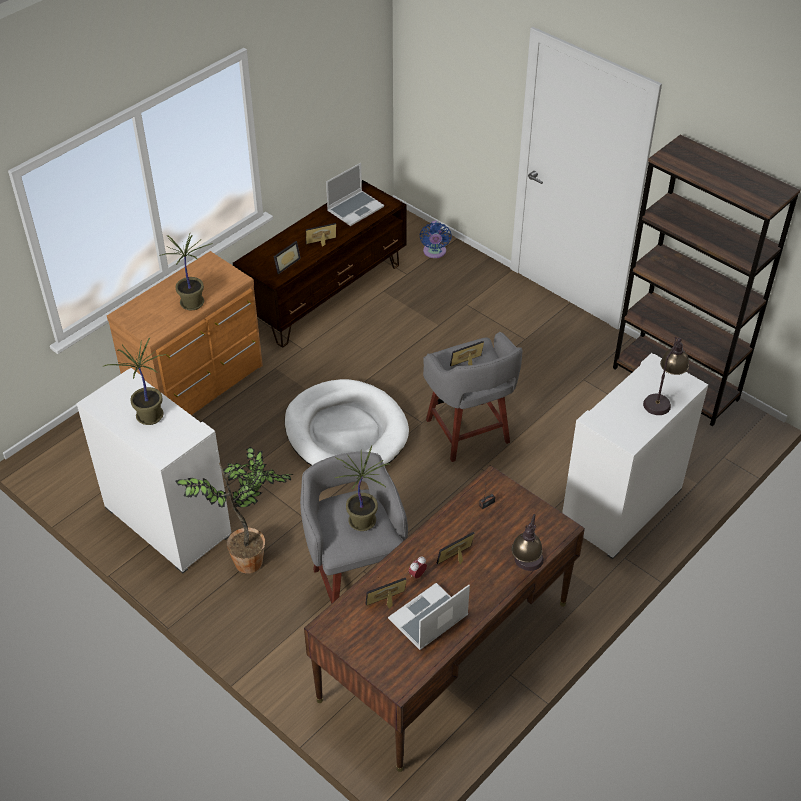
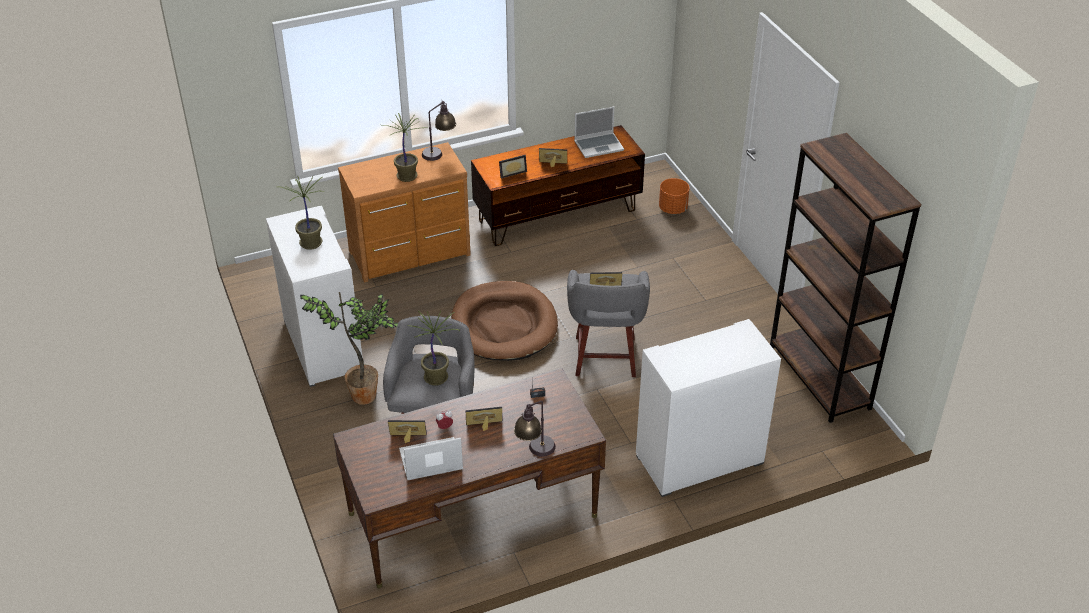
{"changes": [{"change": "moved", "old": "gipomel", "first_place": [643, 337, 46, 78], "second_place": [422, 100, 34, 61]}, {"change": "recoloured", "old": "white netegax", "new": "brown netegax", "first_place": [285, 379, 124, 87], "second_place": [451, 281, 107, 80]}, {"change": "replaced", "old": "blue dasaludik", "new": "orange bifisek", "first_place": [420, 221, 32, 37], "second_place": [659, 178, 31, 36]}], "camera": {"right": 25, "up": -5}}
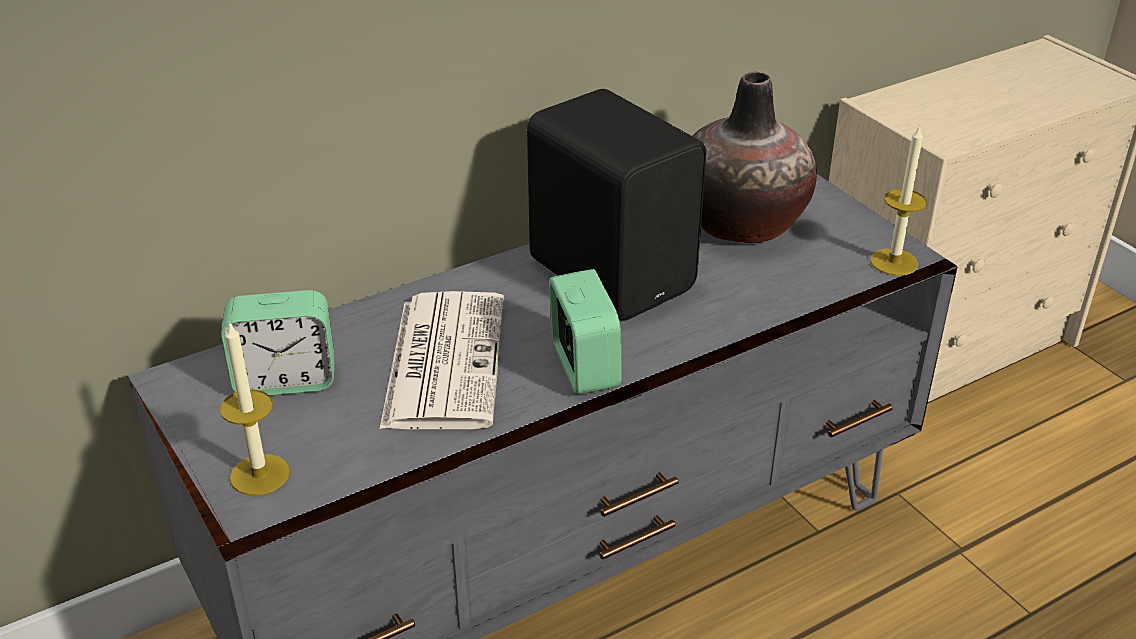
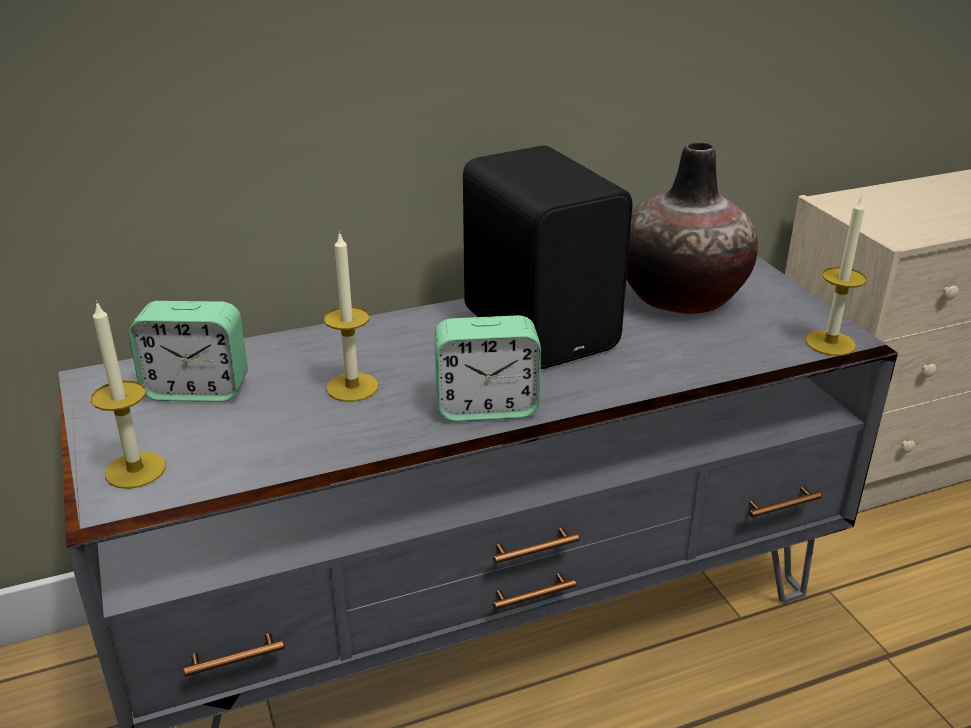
{"changes": [{"change": "replaced", "old": "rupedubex", "new": "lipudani", "first_place": [380, 291, 124, 138], "second_place": [323, 231, 56, 171]}, {"change": "turned", "old": "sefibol", "first_place": [549, 269, 73, 125], "second_place": [434, 315, 107, 106], "degrees": 90}], "camera": {"right": 10, "up": -5}}
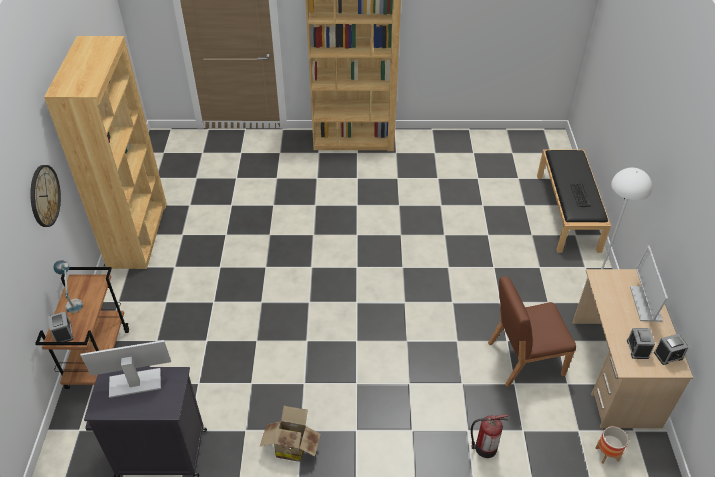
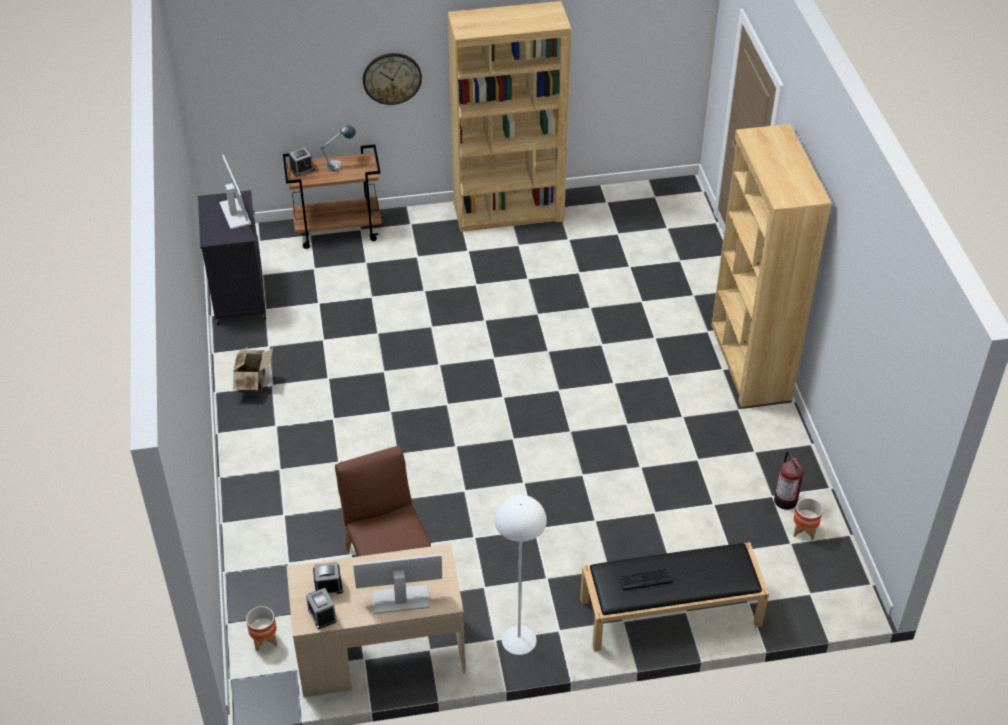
{"changes": [{"change": "moved", "old": "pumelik", "first_place": [471, 415, 38, 43], "second_place": [774, 451, 30, 59]}, {"change": "added", "new": "bifisek", "second_place": [793, 498, 30, 42]}], "camera": {"right": 80, "up": 0}}
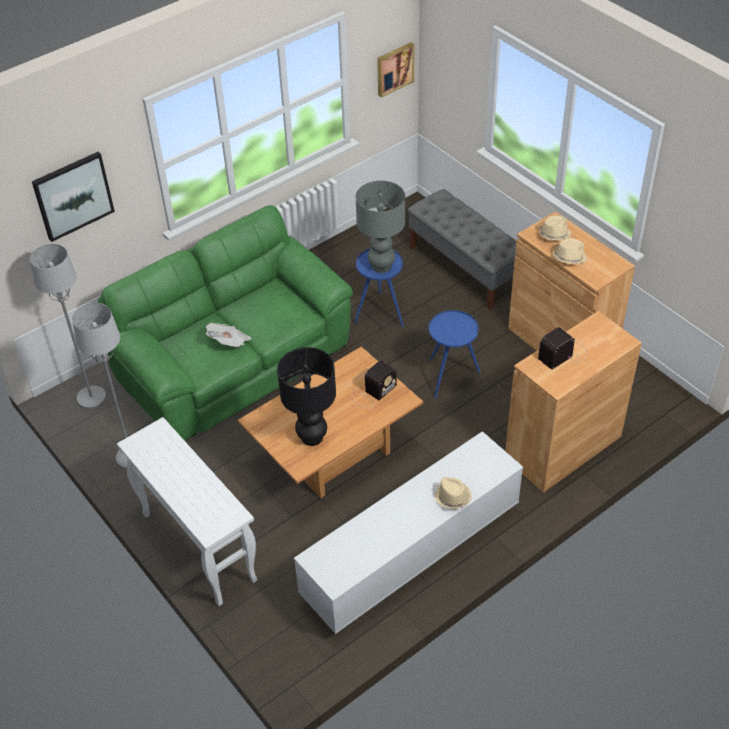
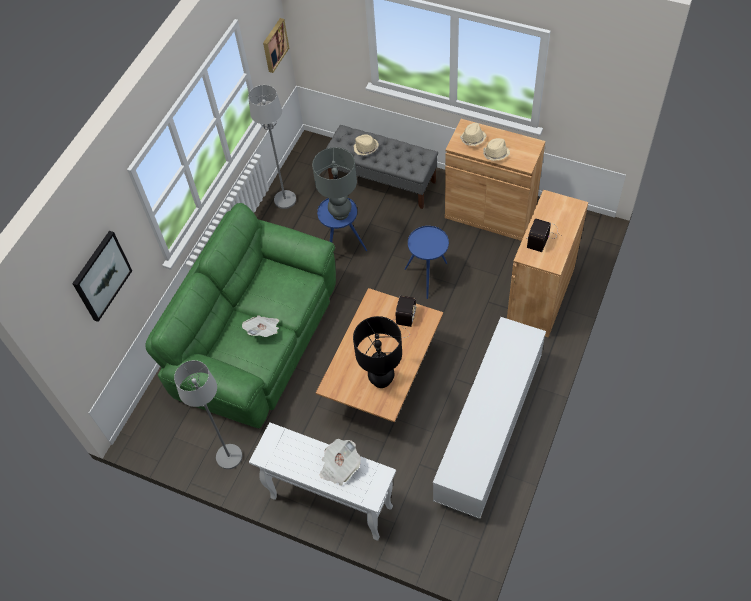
{"changes": [{"change": "moved", "old": "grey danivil", "first_place": [30, 244, 76, 165], "second_place": [248, 85, 48, 124]}, {"change": "added", "new": "rupedubex", "second_place": [320, 439, 41, 47]}, {"change": "moved", "old": "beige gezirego", "first_place": [435, 477, 36, 32], "second_place": [353, 134, 26, 22]}], "camera": {"right": -25, "up": 10}}
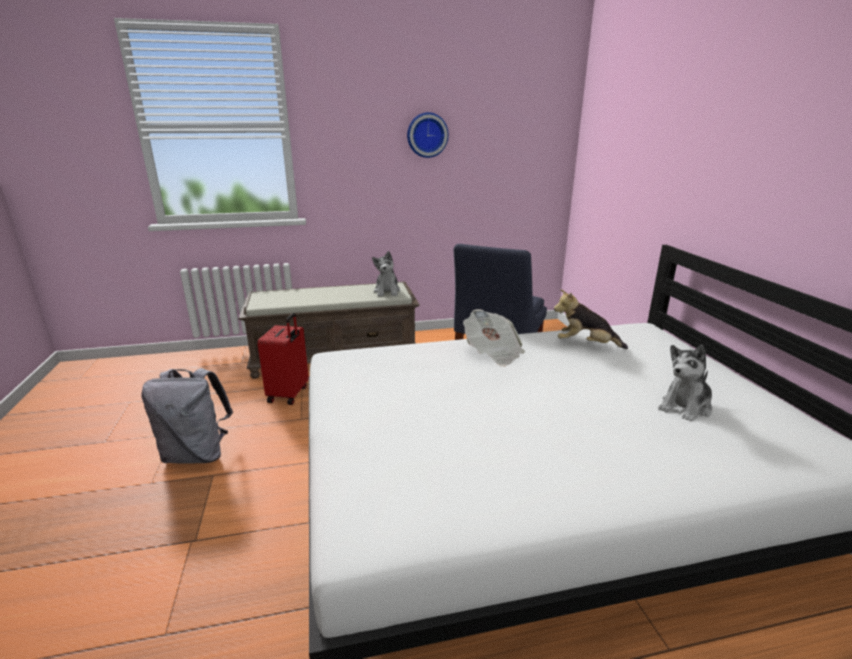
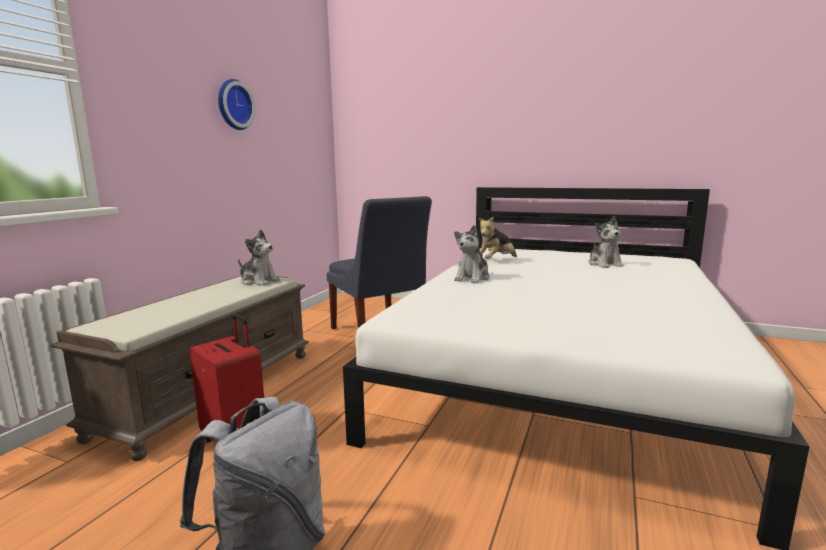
{"changes": [{"change": "replaced", "old": "rupedubex", "new": "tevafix", "first_place": [463, 309, 62, 58], "second_place": [454, 225, 36, 59]}], "camera": {"right": -55, "up": -10}}
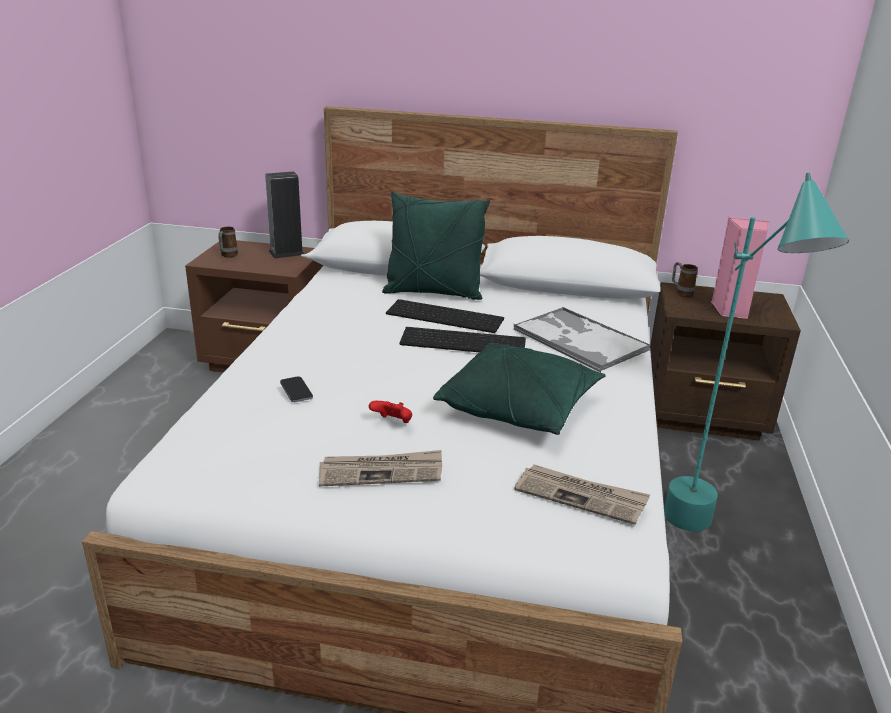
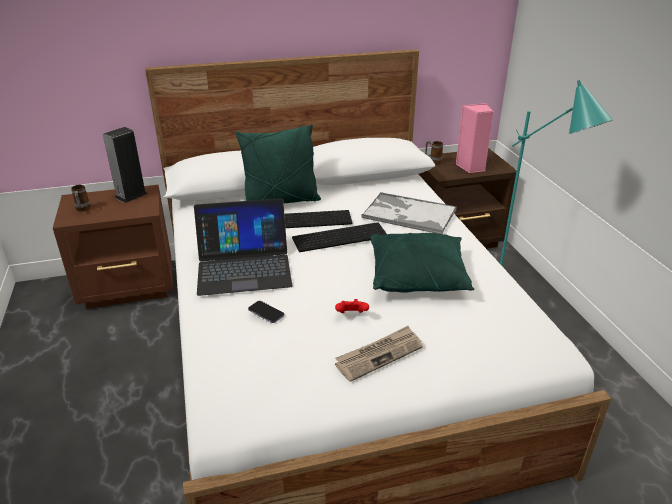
{"changes": [{"change": "added", "new": "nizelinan", "second_place": [194, 198, 98, 98]}, {"change": "removed", "old": "rupedubex", "first_place": [515, 465, 135, 60]}], "camera": {"right": -25, "up": 5}}
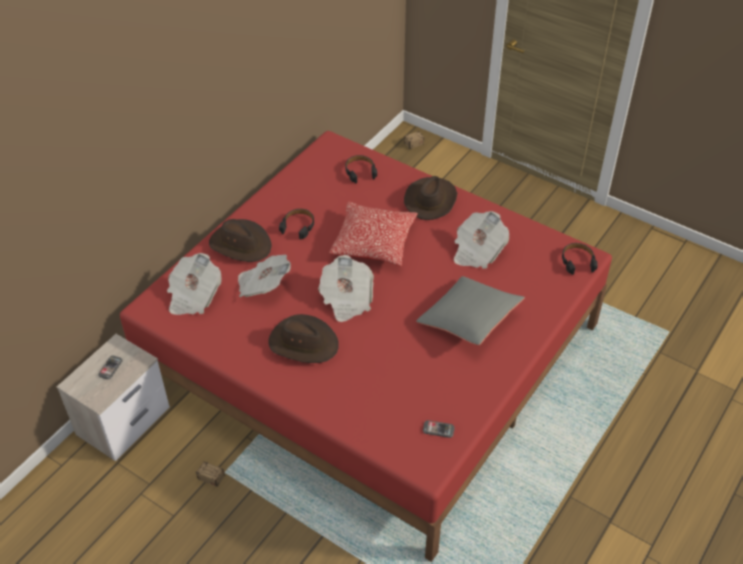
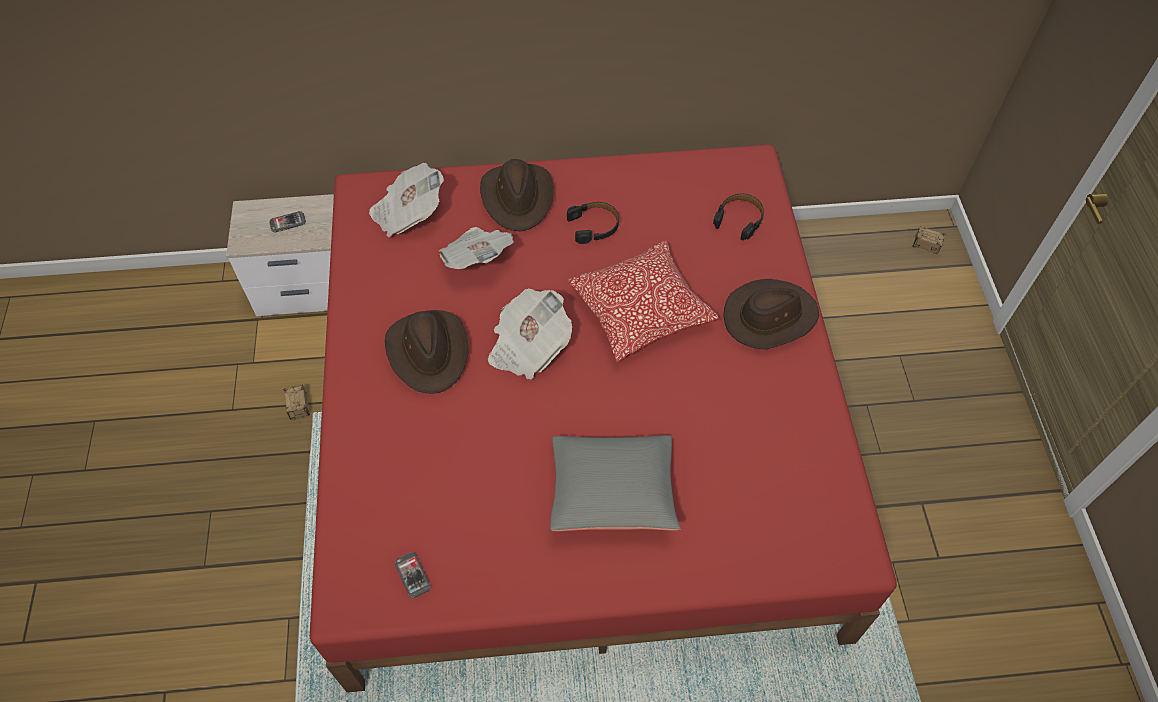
{"changes": [{"change": "removed", "old": "rupedubex", "first_place": [454, 211, 55, 58]}, {"change": "removed", "old": "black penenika", "first_place": [562, 243, 36, 32]}], "camera": {"right": 50, "up": 10}}
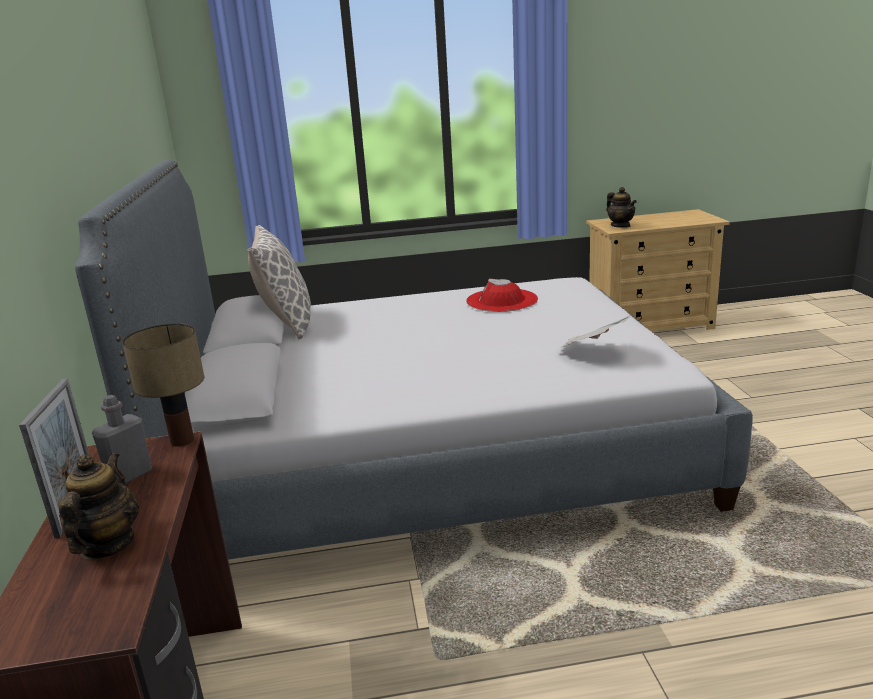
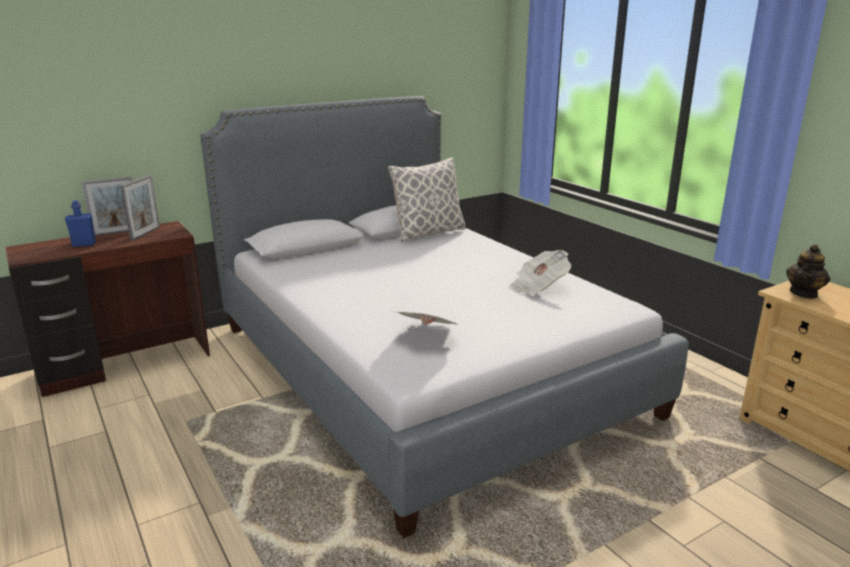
{"changes": [{"change": "replaced", "old": "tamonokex", "new": "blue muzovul", "first_place": [59, 453, 80, 107], "second_place": [65, 200, 31, 47]}, {"change": "replaced", "old": "grey muzovul", "new": "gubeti", "first_place": [92, 395, 60, 89], "second_place": [121, 175, 39, 66]}, {"change": "replaced", "old": "red gezirego", "new": "rupedubex", "first_place": [466, 279, 72, 33], "second_place": [509, 250, 62, 45]}, {"change": "removed", "old": "gipomel", "first_place": [122, 323, 82, 124]}], "camera": {"right": 65, "up": 0}}
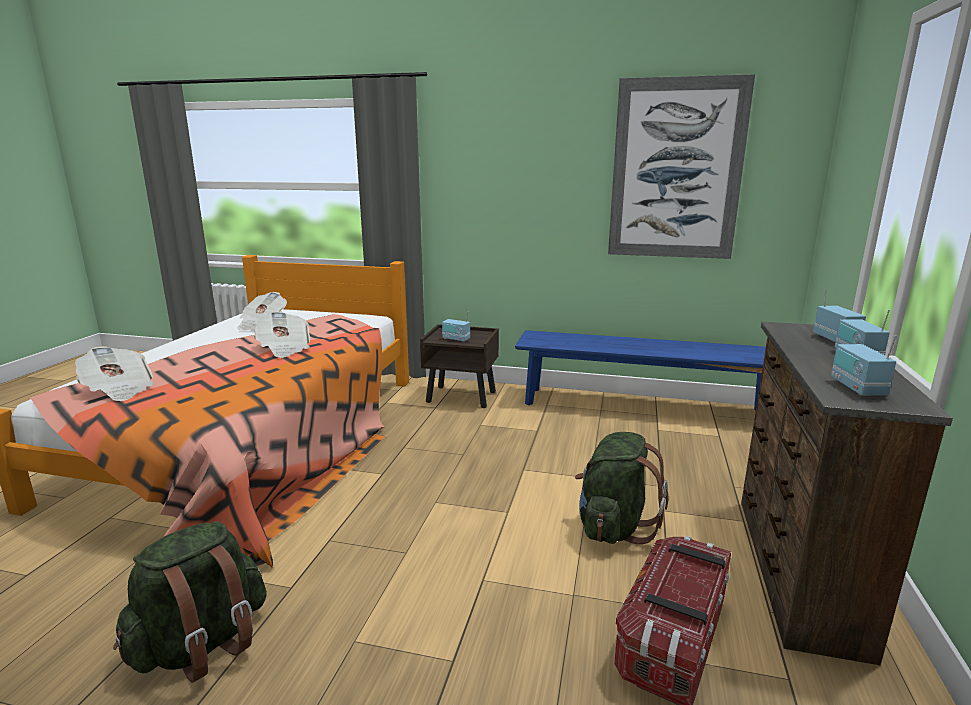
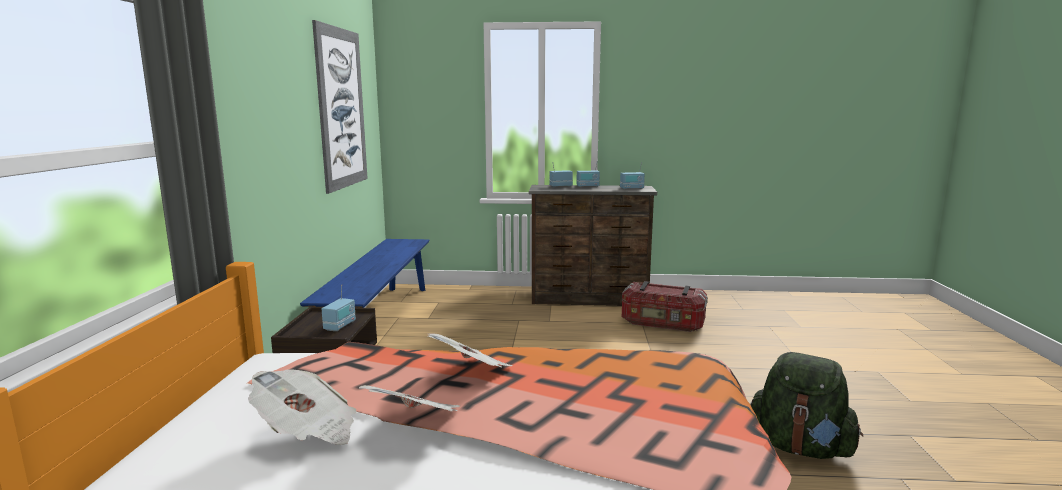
{"changes": [{"change": "moved", "old": "rupedubex", "first_place": [75, 346, 80, 55], "second_place": [359, 385, 101, 27]}, {"change": "removed", "old": "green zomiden", "first_place": [575, 432, 94, 112]}], "camera": {"right": -100, "up": -5}}
